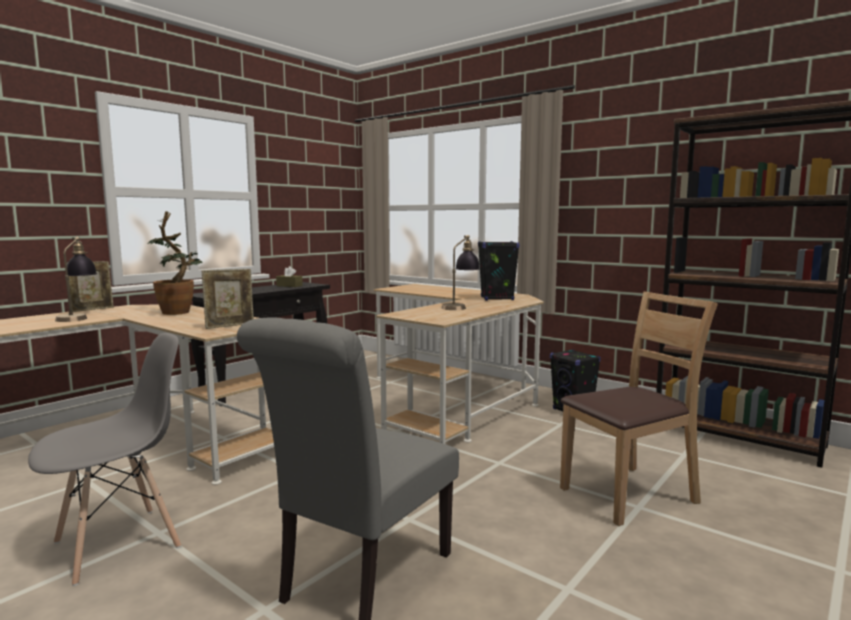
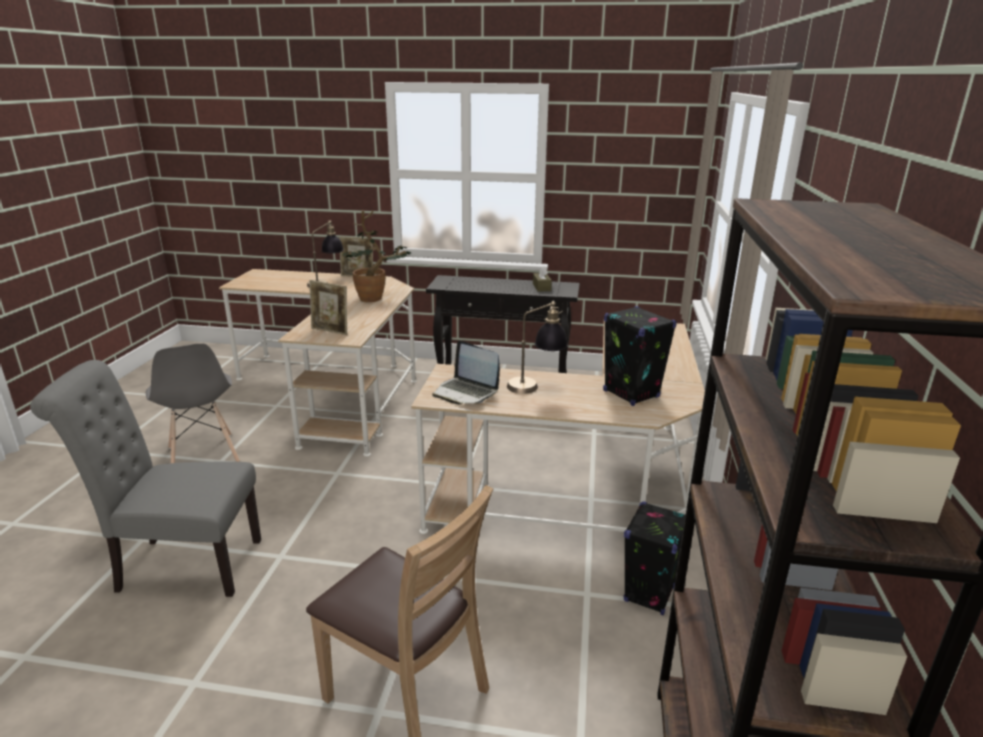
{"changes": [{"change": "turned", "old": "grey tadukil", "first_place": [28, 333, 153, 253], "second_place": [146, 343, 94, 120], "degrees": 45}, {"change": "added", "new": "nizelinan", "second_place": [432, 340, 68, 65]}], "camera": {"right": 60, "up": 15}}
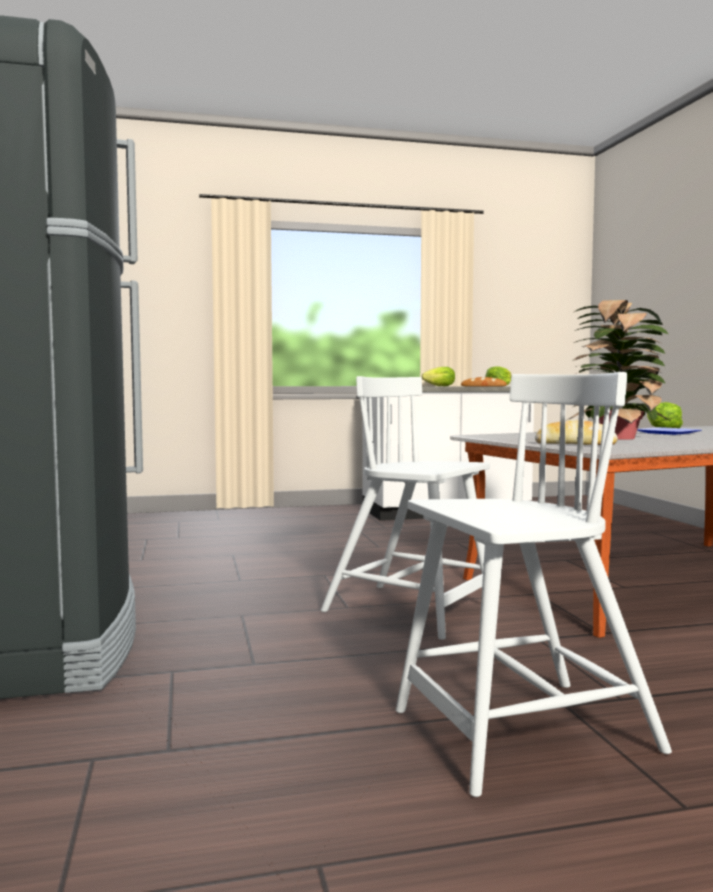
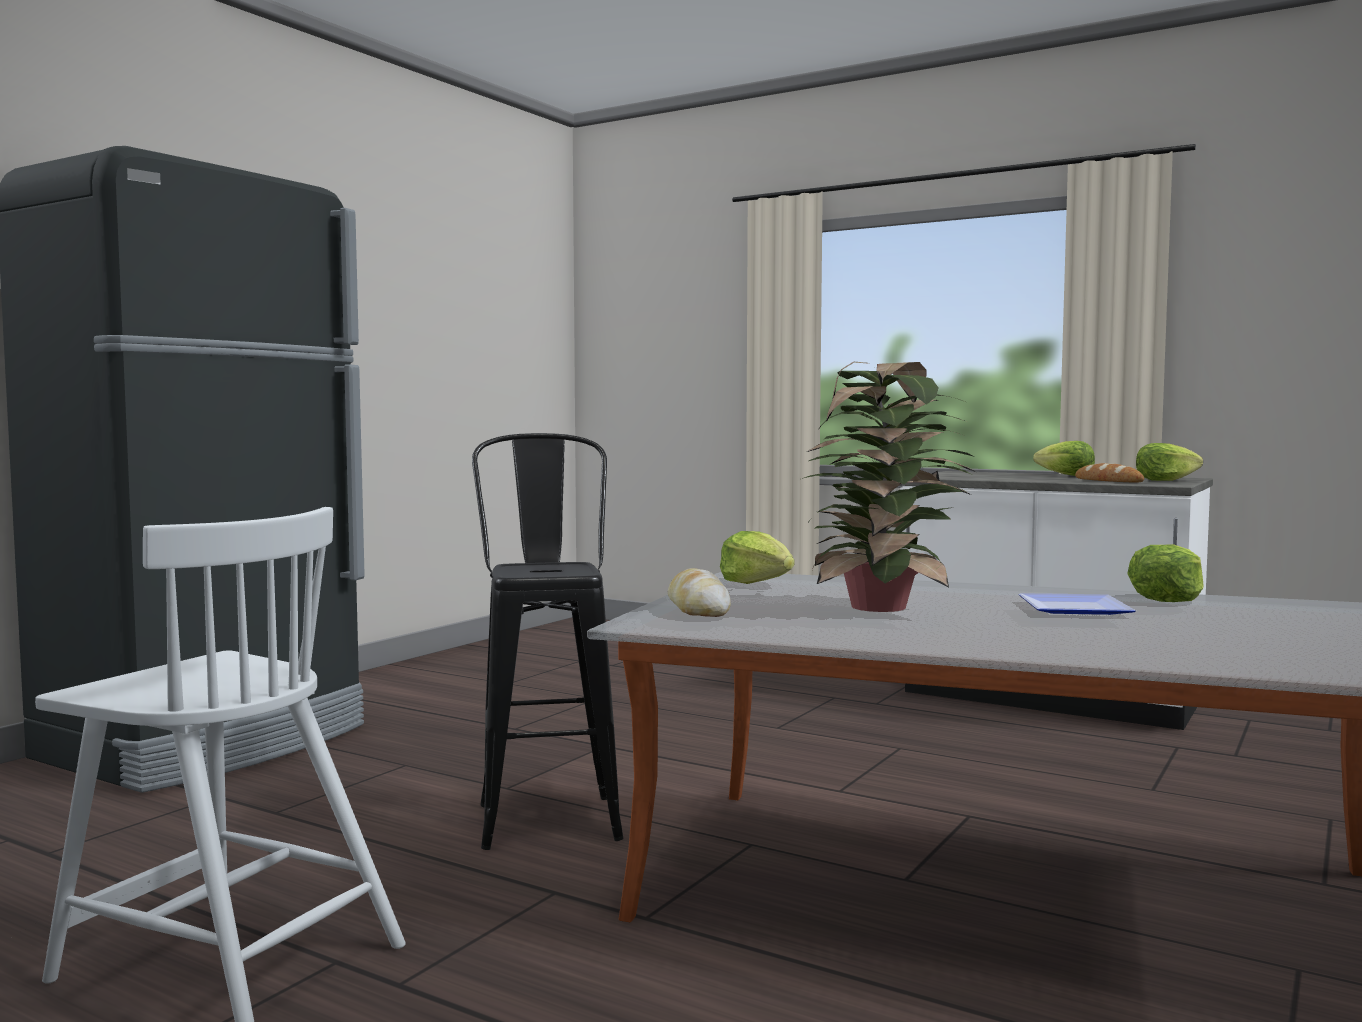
{"changes": [{"change": "replaced", "old": "white tadukil", "new": "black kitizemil", "first_place": [321, 376, 169, 264], "second_place": [472, 433, 151, 417]}, {"change": "added", "new": "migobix", "second_place": [720, 531, 74, 53]}], "camera": {"right": 45, "up": 0}}
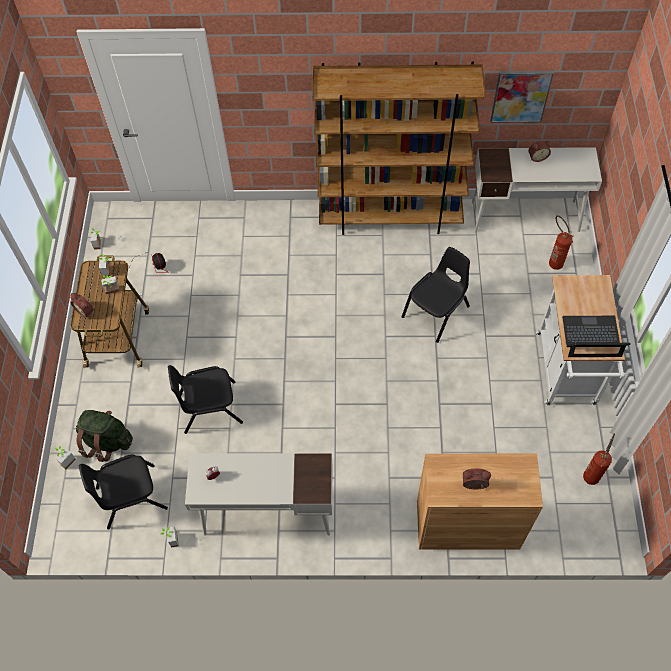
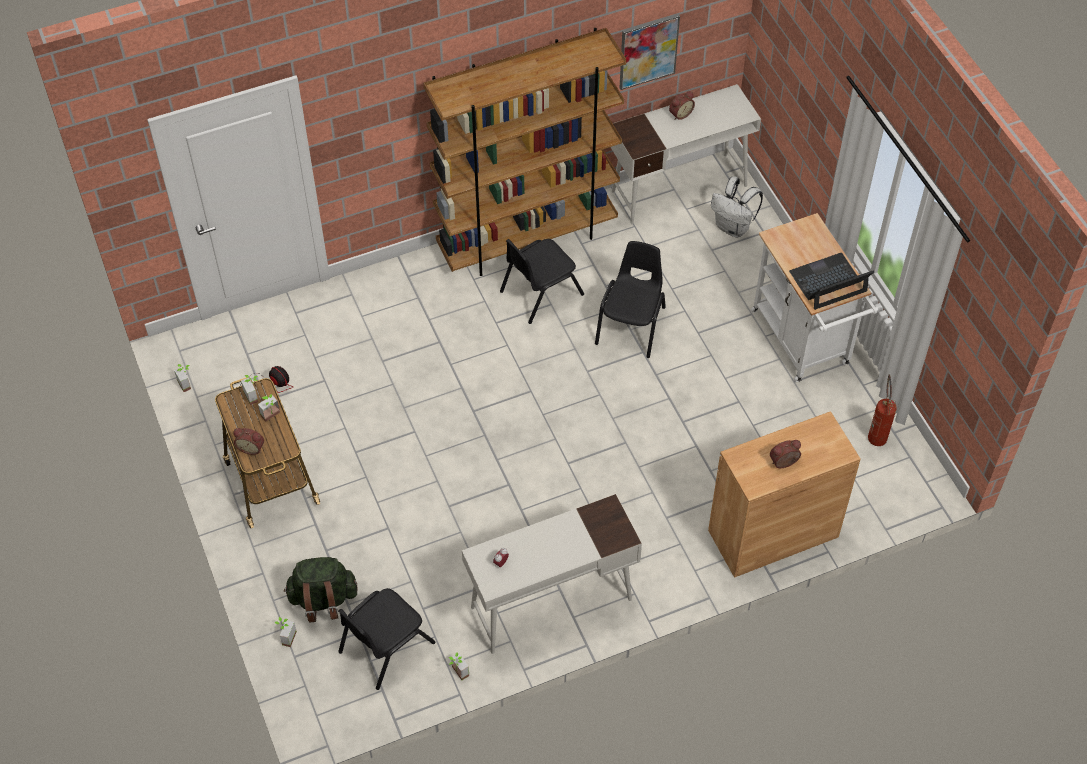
{"changes": [{"change": "moved", "old": "black tadukil", "first_place": [168, 365, 75, 69], "second_place": [500, 239, 84, 85]}, {"change": "replaced", "old": "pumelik", "new": "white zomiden", "first_place": [549, 215, 25, 55], "second_place": [711, 176, 52, 62]}], "camera": {"right": -25, "up": -5}}
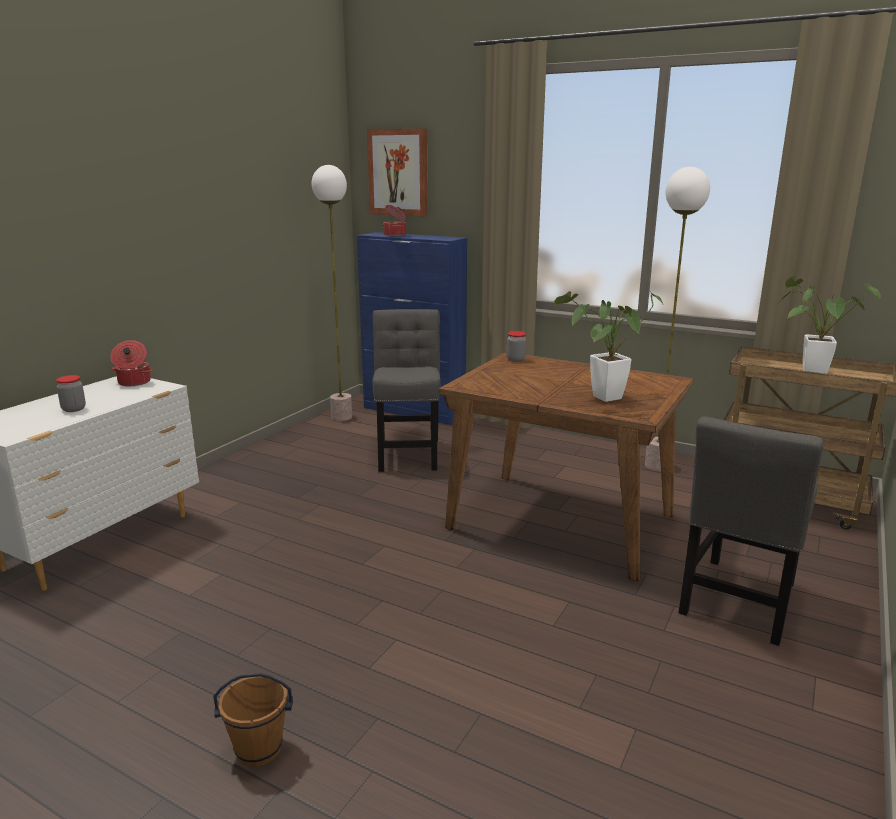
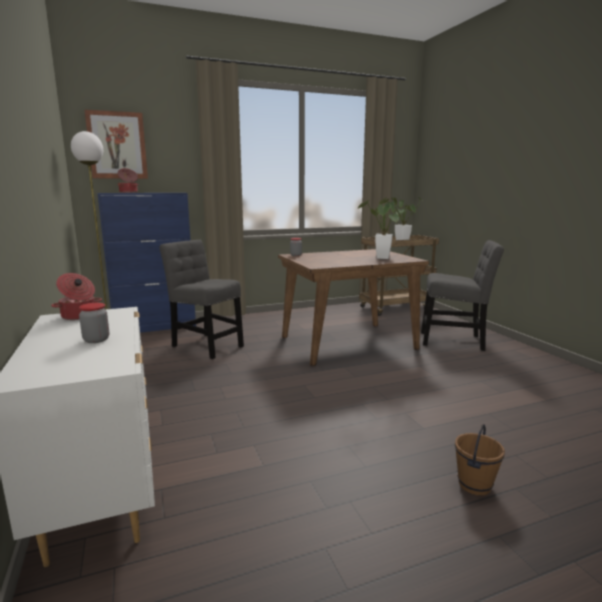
{"changes": [{"change": "turned", "old": "grey tadukil", "first_place": [679, 416, 144, 230], "second_place": [421, 240, 83, 111], "degrees": -60}, {"change": "removed", "old": "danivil", "first_place": [645, 167, 65, 304]}], "camera": {"right": -50, "up": -5}}
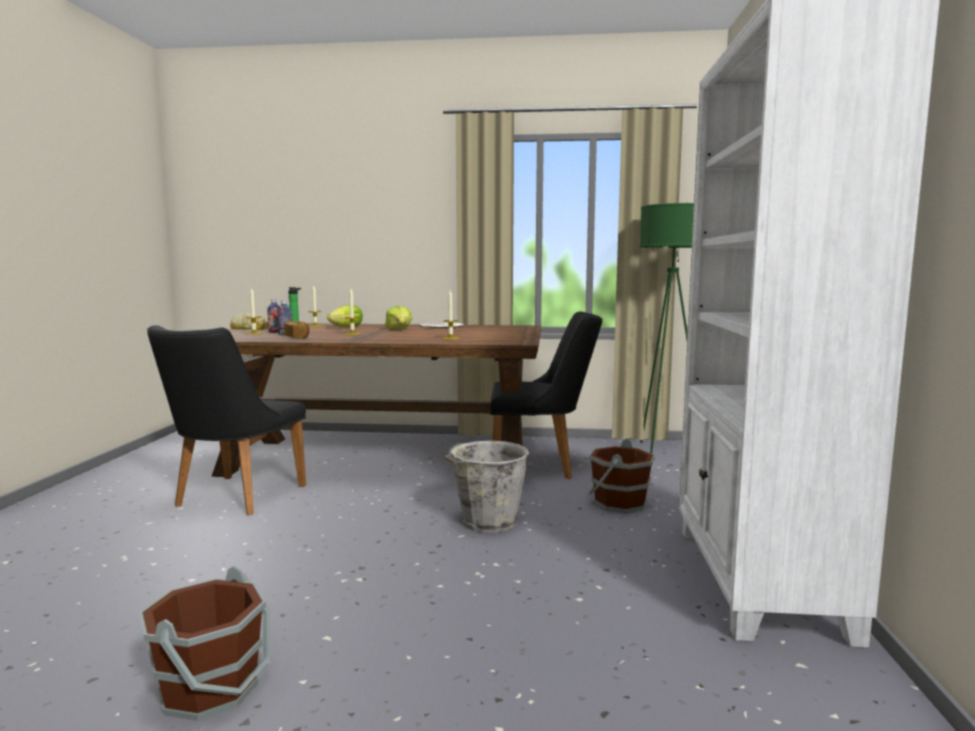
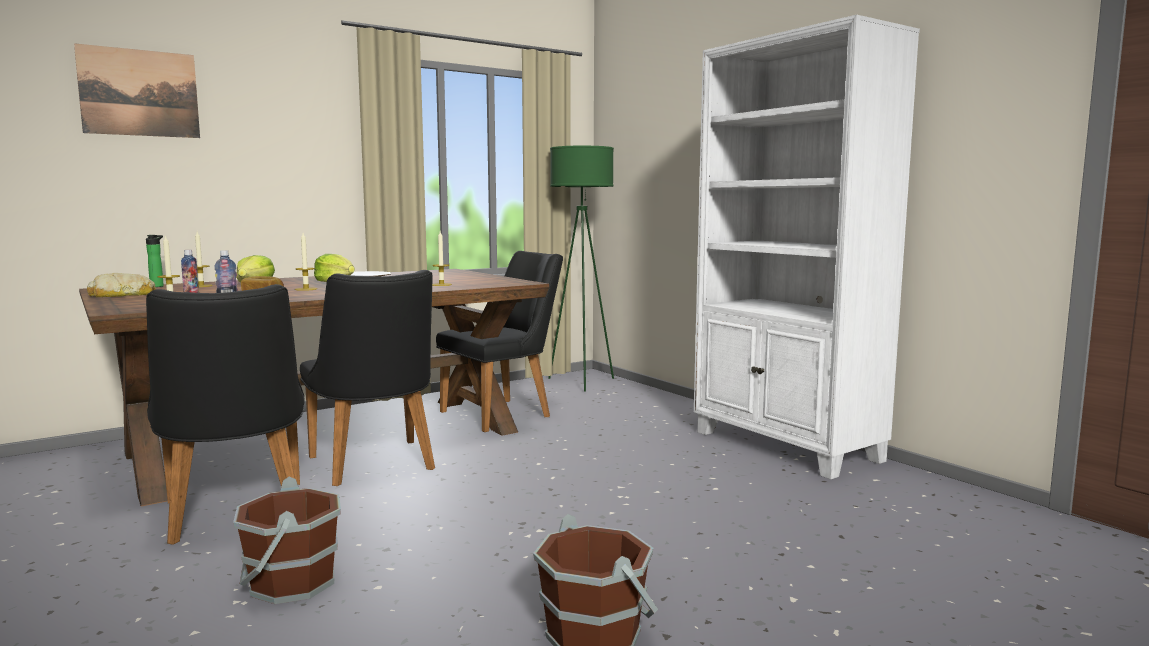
{"changes": [{"change": "added", "new": "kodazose", "second_place": [74, 43, 126, 95]}, {"change": "moved", "old": "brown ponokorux", "first_place": [589, 438, 66, 75], "second_place": [233, 477, 108, 127]}, {"change": "added", "new": "black tadukil", "second_place": [300, 270, 135, 216]}, {"change": "removed", "old": "grey ponokorux", "first_place": [445, 441, 84, 92]}], "camera": {"right": -40, "up": 0}}
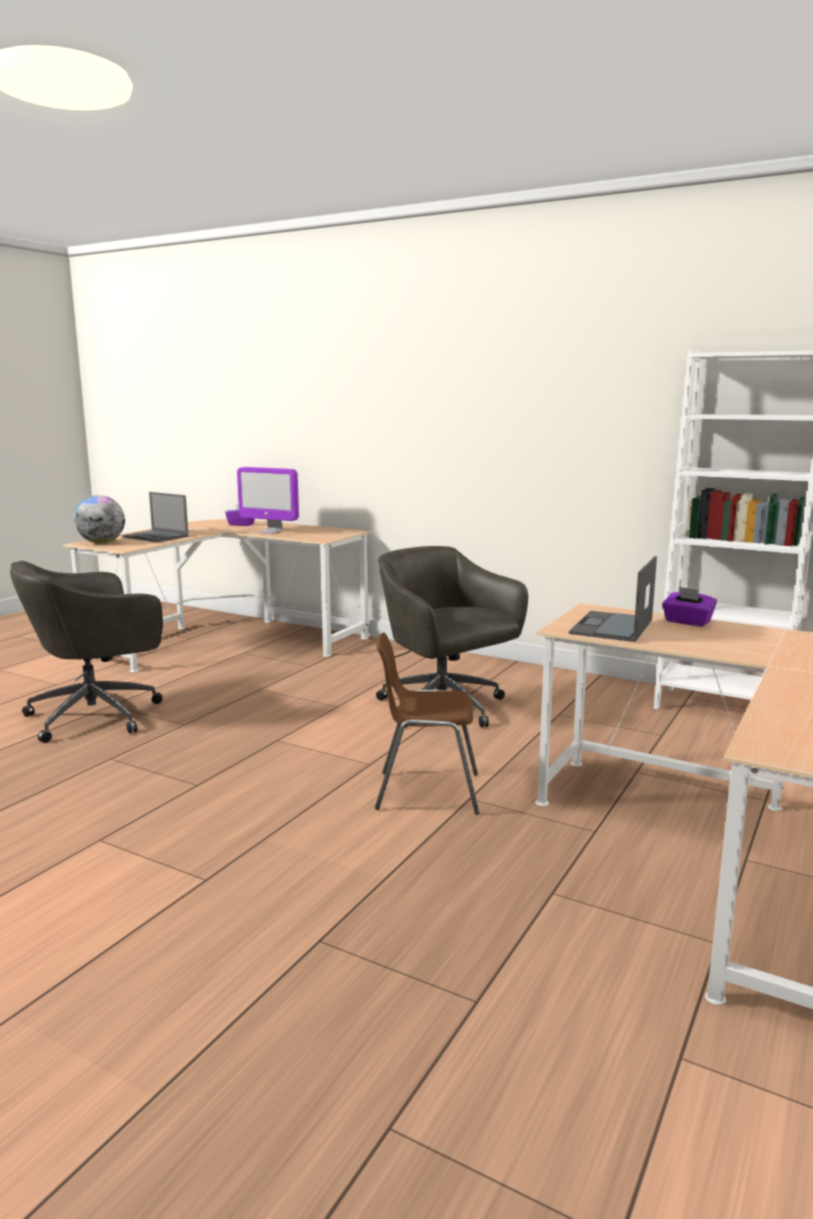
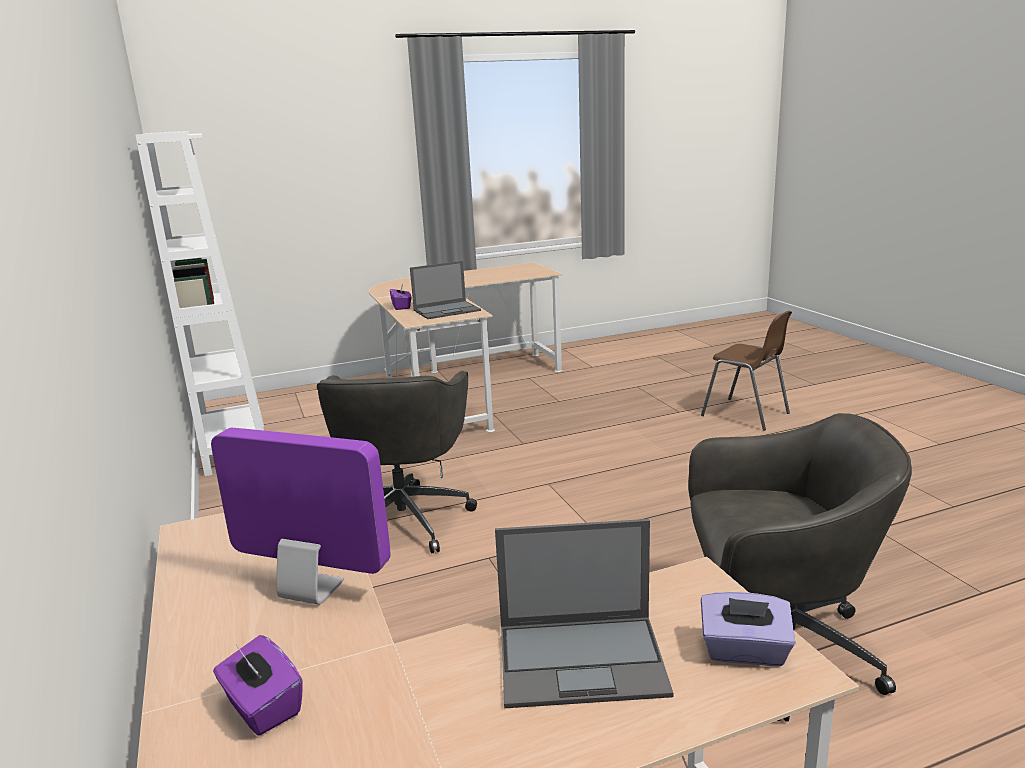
{"changes": [{"change": "turned", "old": "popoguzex", "first_place": [237, 467, 62, 67], "second_place": [211, 428, 180, 177], "degrees": -45}, {"change": "turned", "old": "nizelinan", "first_place": [121, 492, 67, 50], "second_place": [495, 519, 178, 189], "degrees": 105}, {"change": "moved", "old": "brown tadukil", "first_place": [375, 632, 105, 183], "second_place": [701, 311, 91, 120]}, {"change": "replaced", "old": "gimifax", "new": "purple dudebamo", "first_place": [74, 495, 51, 49], "second_place": [701, 592, 94, 74]}], "camera": {"right": -140, "up": 5}}
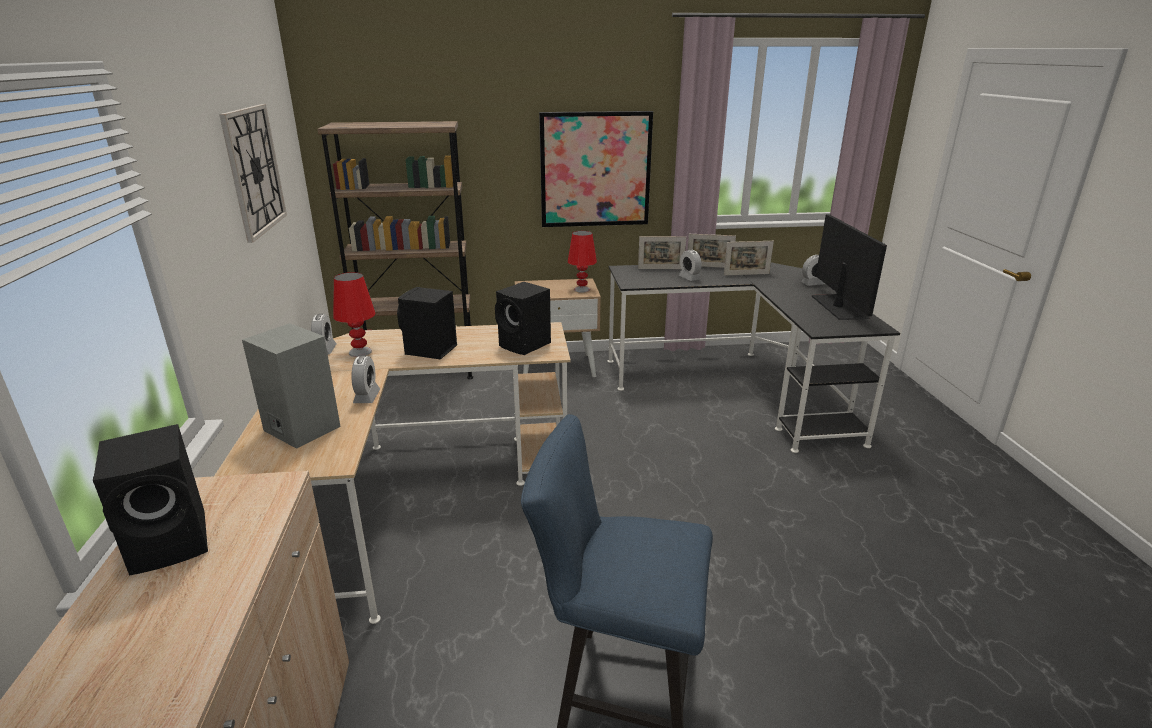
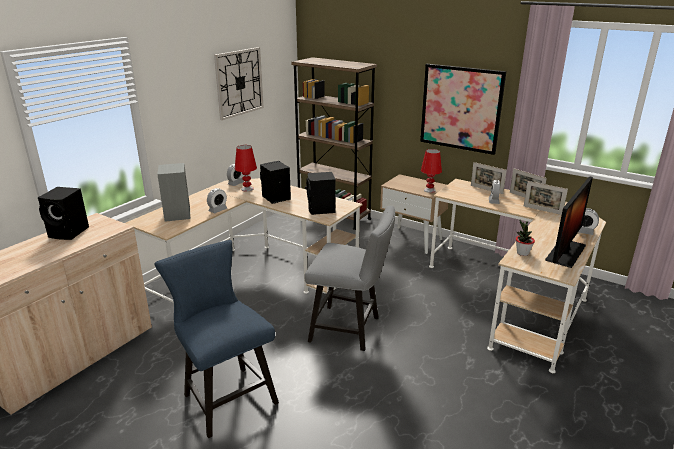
{"changes": [{"change": "added", "new": "grey tadukil", "second_place": [304, 206, 91, 145]}, {"change": "recoloured", "old": "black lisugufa", "new": "beige lisugufa", "first_place": [607, 262, 293, 191], "second_place": [429, 179, 177, 194]}, {"change": "added", "new": "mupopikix", "second_place": [516, 220, 19, 36]}], "camera": {"right": 40, "up": 0}}
